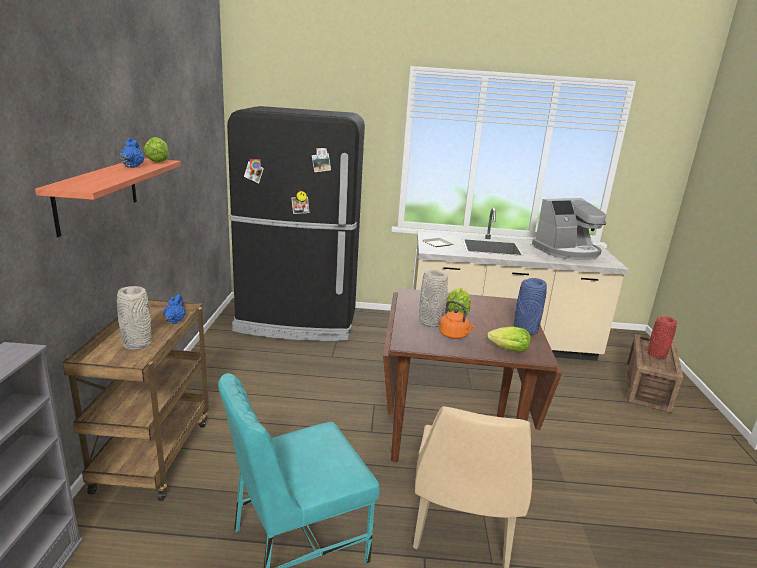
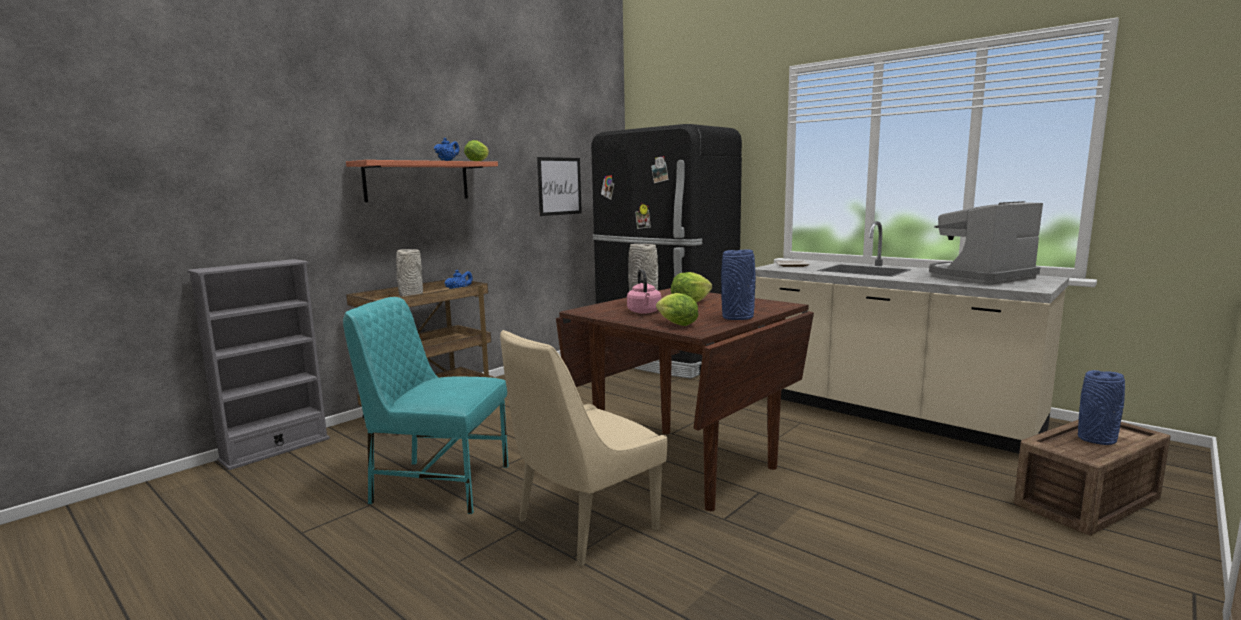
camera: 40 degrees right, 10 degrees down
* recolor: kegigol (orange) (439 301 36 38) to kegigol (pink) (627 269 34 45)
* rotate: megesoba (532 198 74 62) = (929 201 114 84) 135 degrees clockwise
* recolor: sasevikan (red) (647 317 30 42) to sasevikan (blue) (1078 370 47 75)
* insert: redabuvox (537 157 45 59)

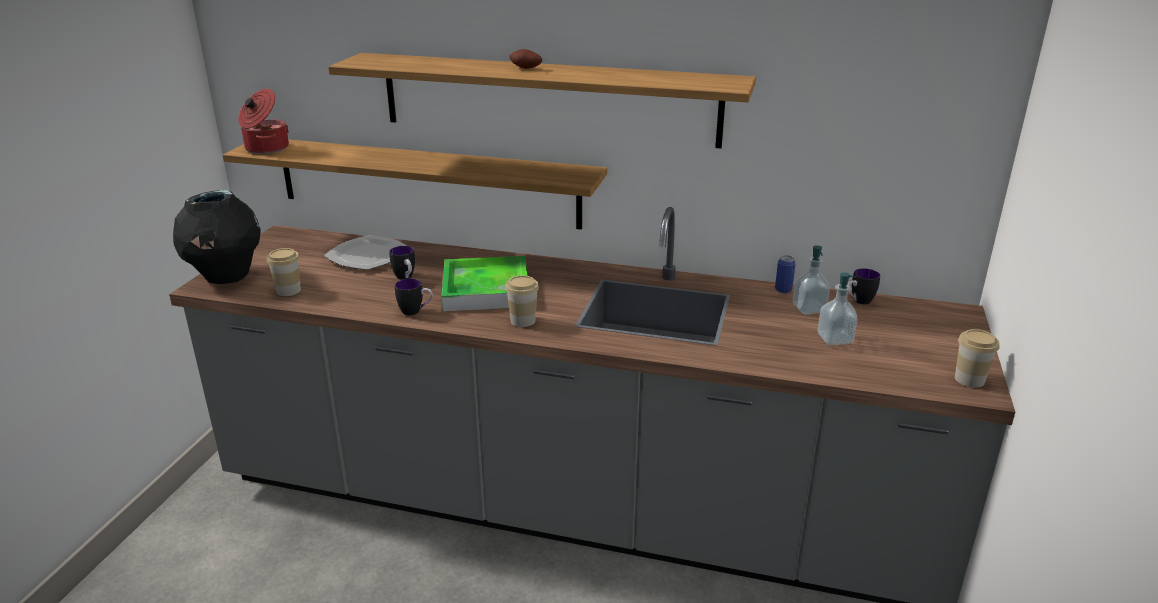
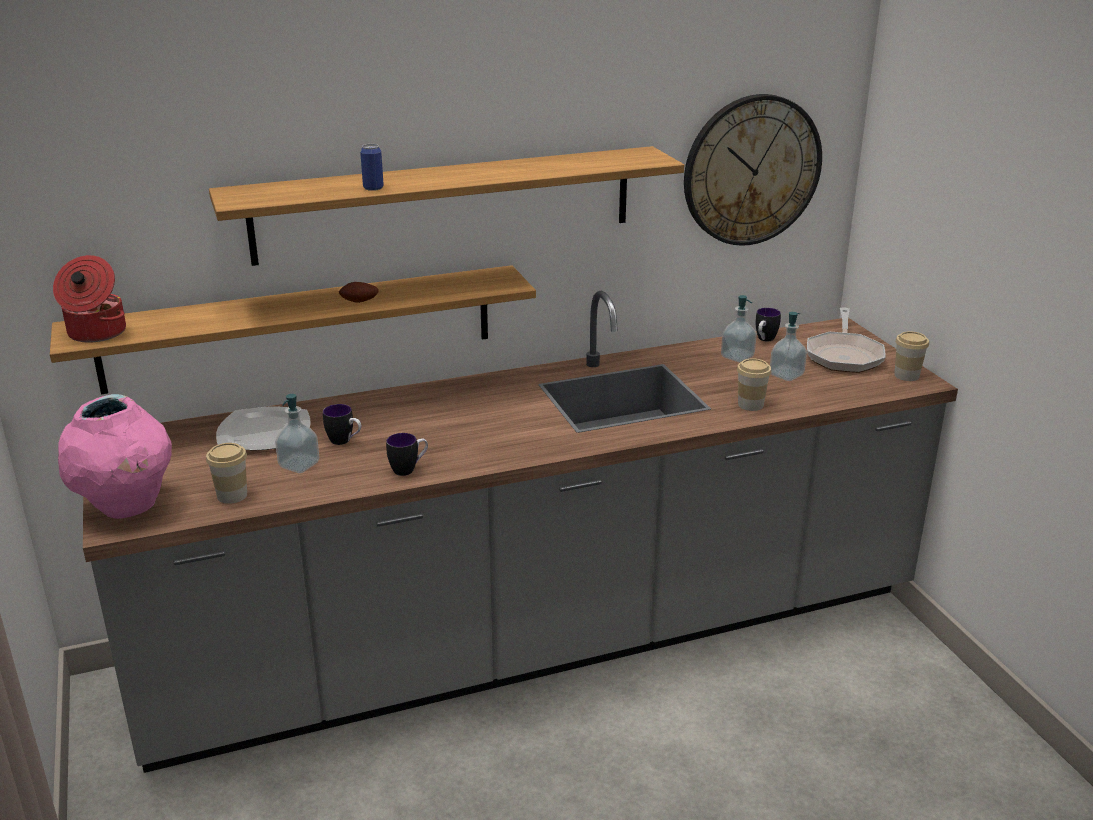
camera: 35 degrees left, 0 degrees up
* recolor: sasevikan (black) (173 190 88 94) to sasevikan (pink) (58 394 114 125)
* delete: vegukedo (442 256 85 55)
* move: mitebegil (505 275 34 52) to (737 359 35 52)
* move: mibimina (510 49 32 20) to (339 282 40 21)
* move: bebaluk (775 255 21 38) to (360 144 24 47)
* insert: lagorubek (275 394 44 79)
* insert: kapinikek (684 94 138 152)
* insert: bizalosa (807 307 79 66)

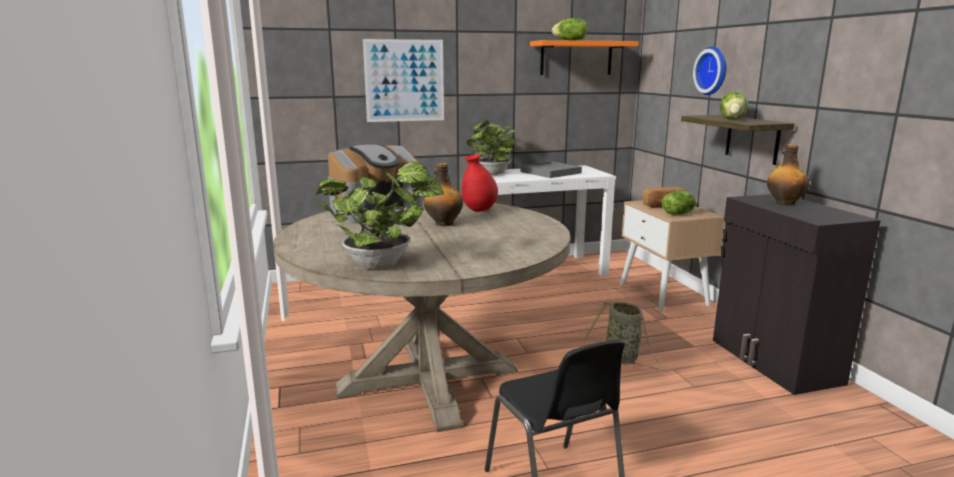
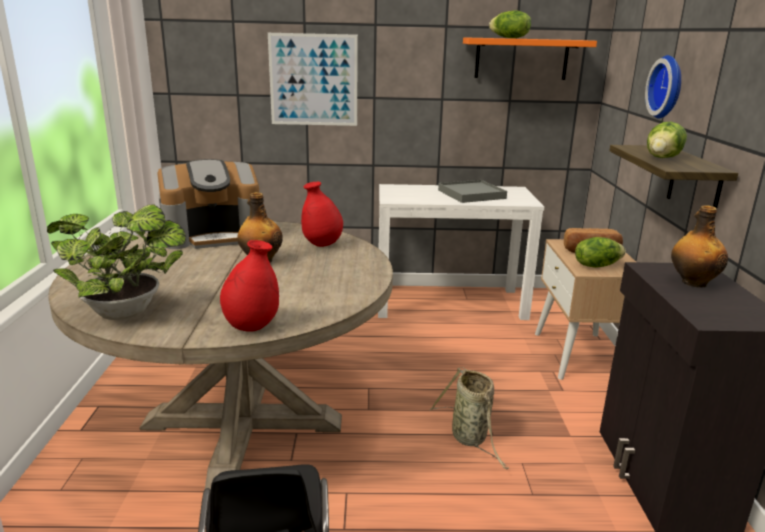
camera: 15 degrees right, 5 degrees up
* delete: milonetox (467 120 49 55)
* insert: sasevikan (red) (220 240 59 91)

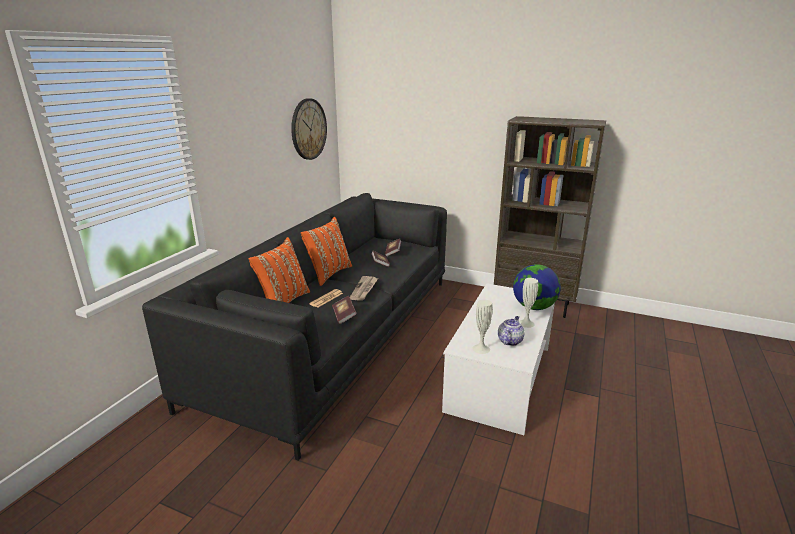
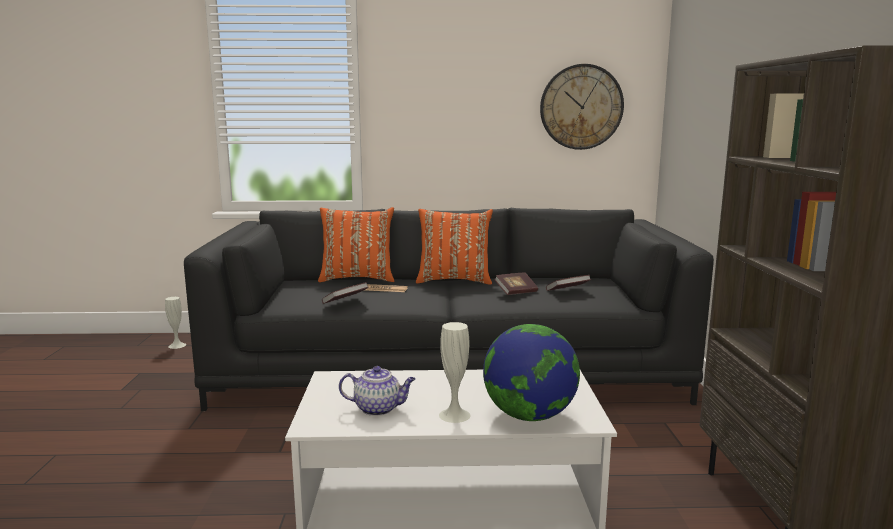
camera: 65 degrees right, 10 degrees down
* delete: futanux (350 276 28 25)
* move: sasevikan (white) (472 300 21 54) to (165 297 21 52)

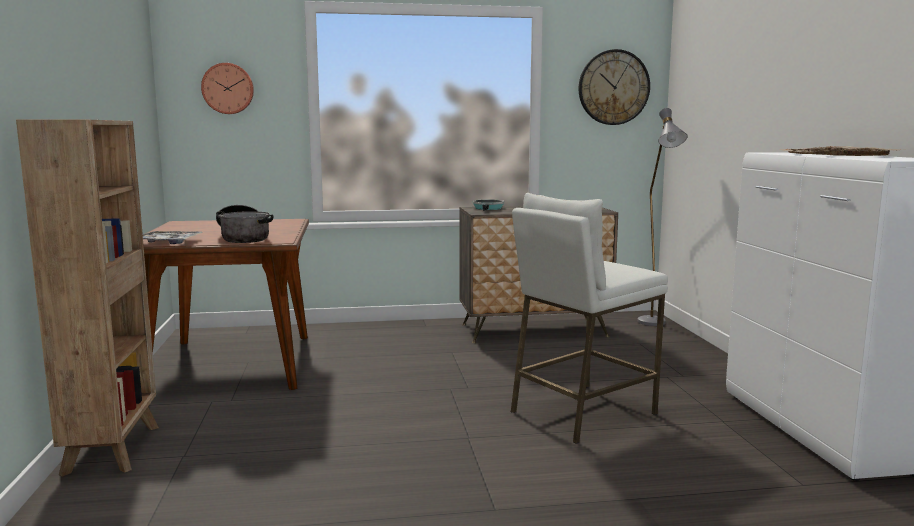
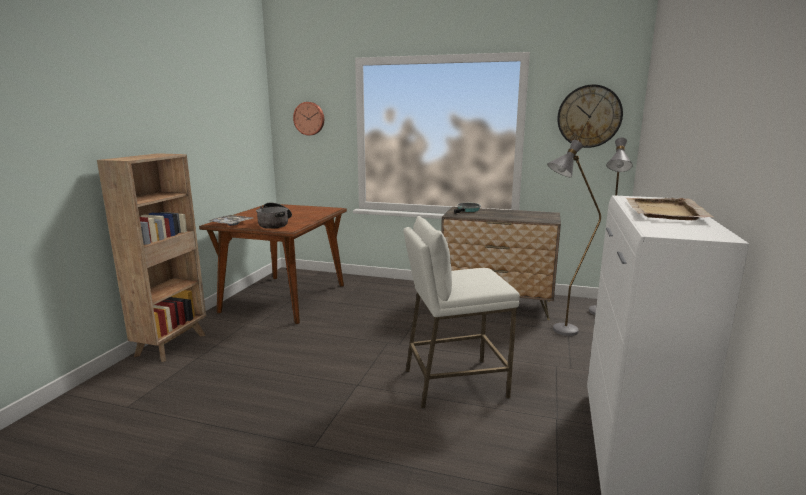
camera: 25 degrees right, 5 degrees up
* insert: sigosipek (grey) (547 140 54 196)

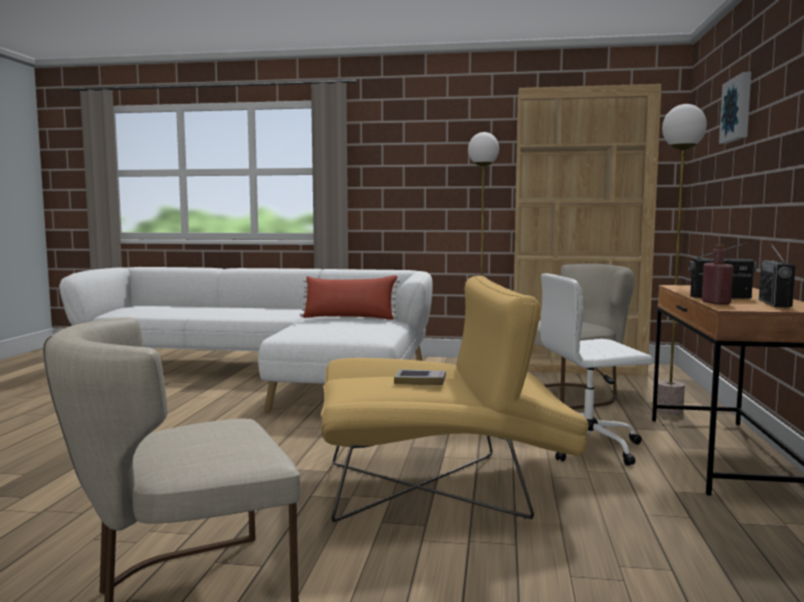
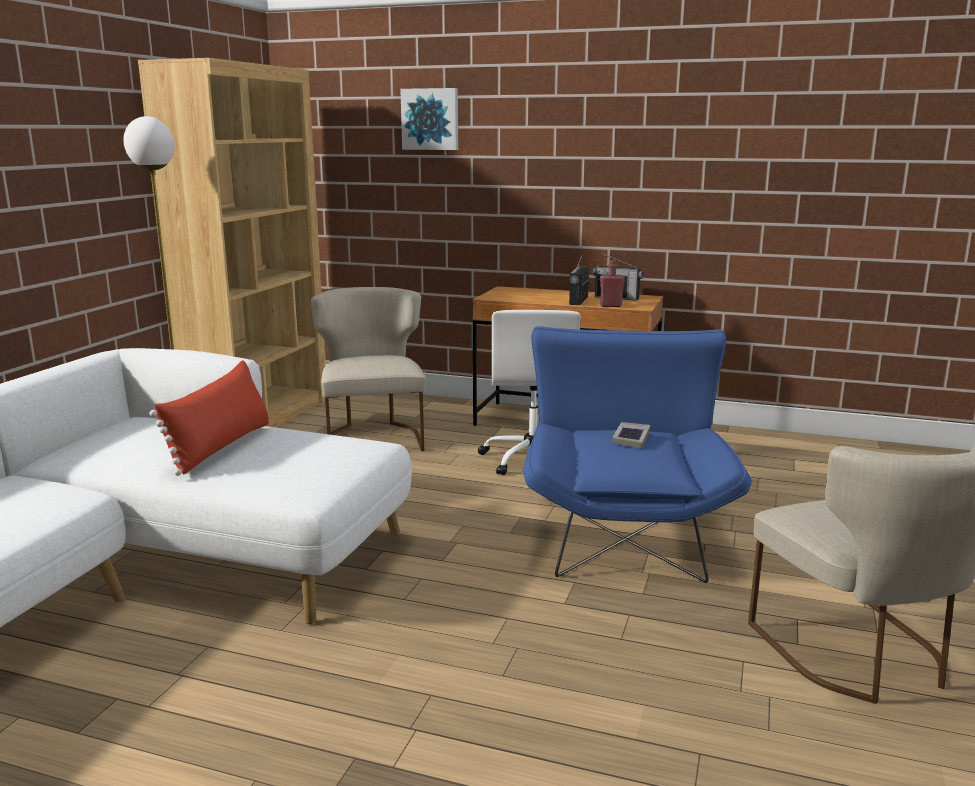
camera: 80 degrees left, 10 degrees up
* recolor: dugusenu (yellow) (321 276 268 246) to dugusenu (blue) (523 326 229 257)
* delete: sigosipek (657 104 50 310)

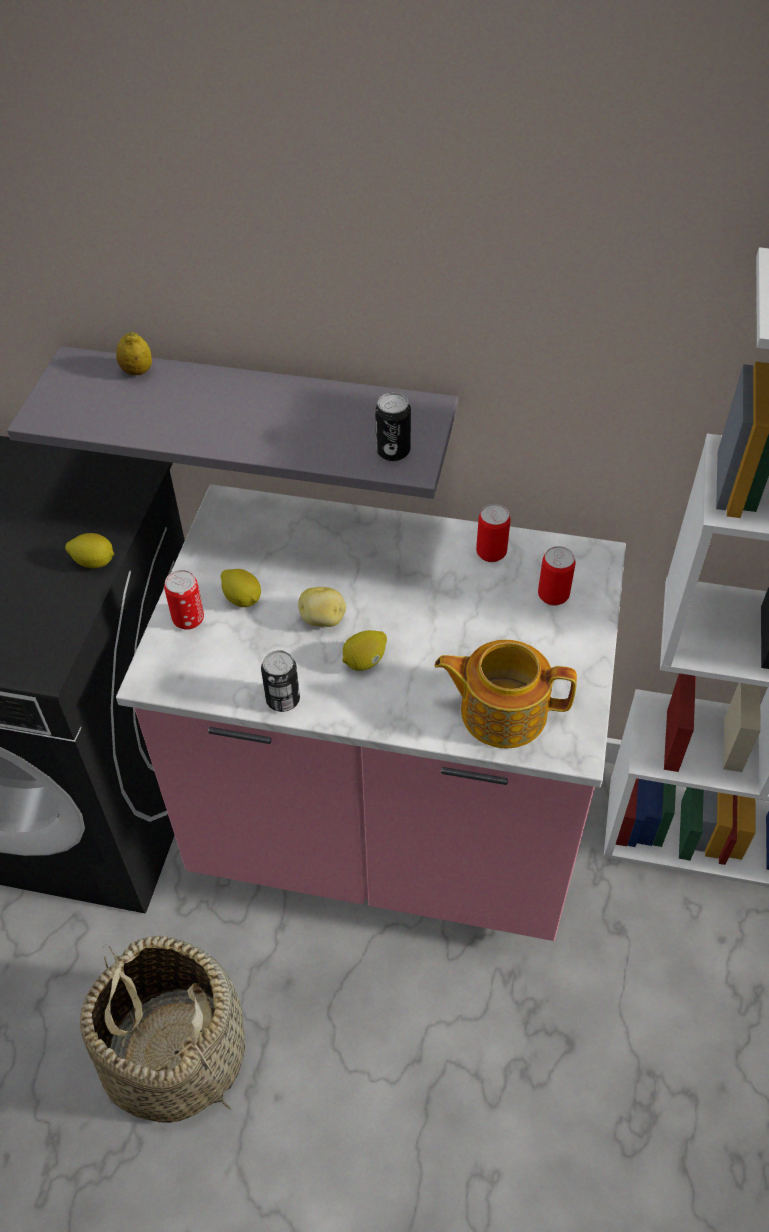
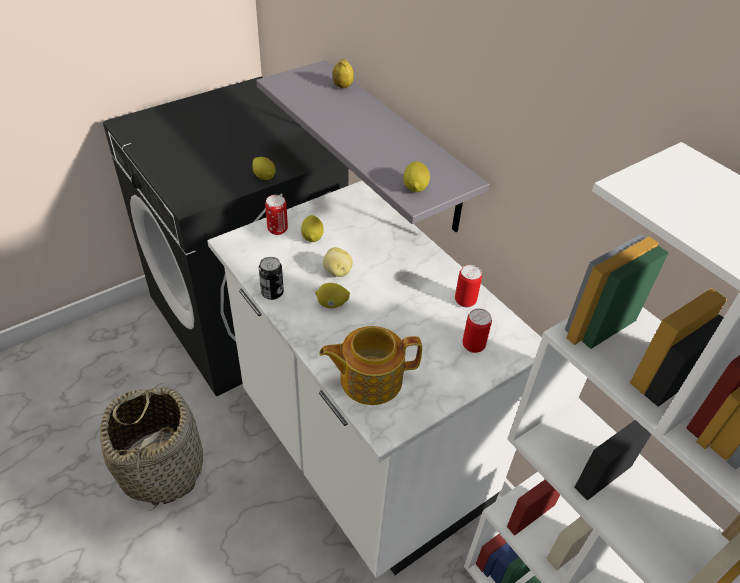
camera: 40 degrees right, 5 degrees down
* recolor: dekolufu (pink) (116 484 510 457) to dekolufu (white) (207 181 335 397)
* replace: bebaluk (375 393 36 68) to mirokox (403 161 27 31)
* rotate: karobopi (435 640 142 108) = (319 326 103 79) 60 degrees counterclockwise

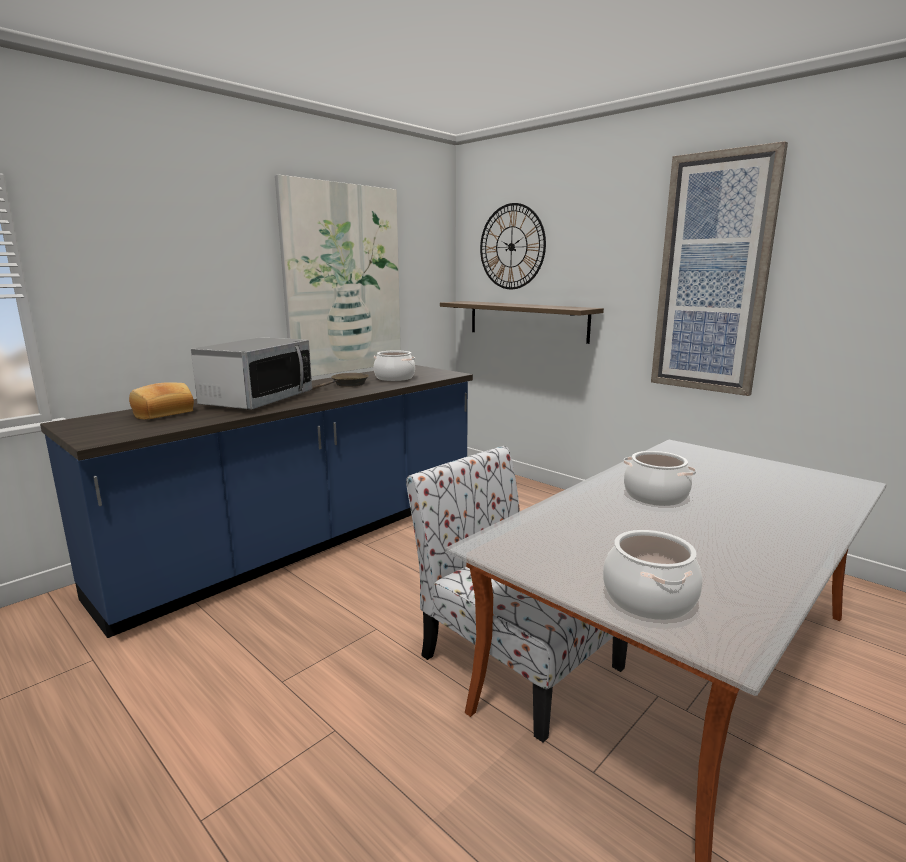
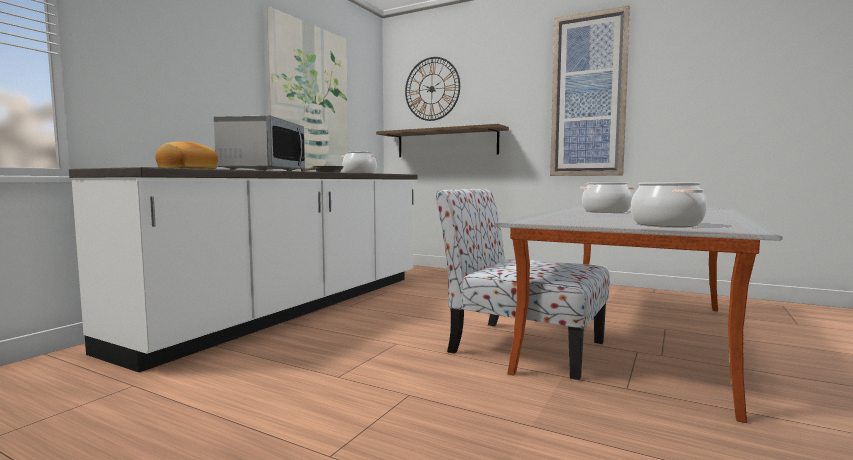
camera: 15 degrees left, 10 degrees down
* recolor: dekolufu (blue) (40 365 433 273) to dekolufu (white) (69 167 349 205)

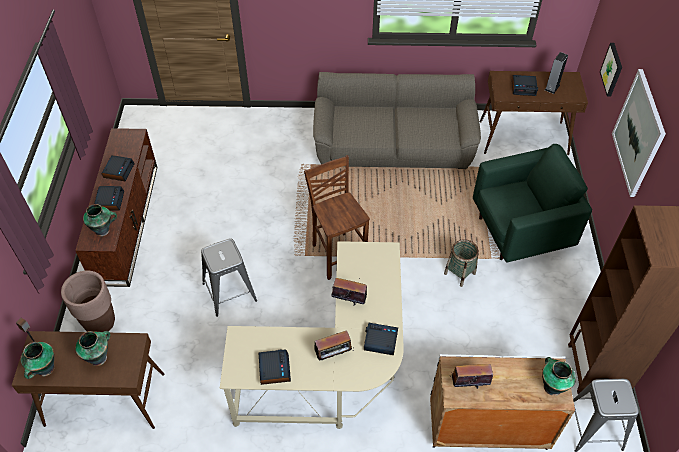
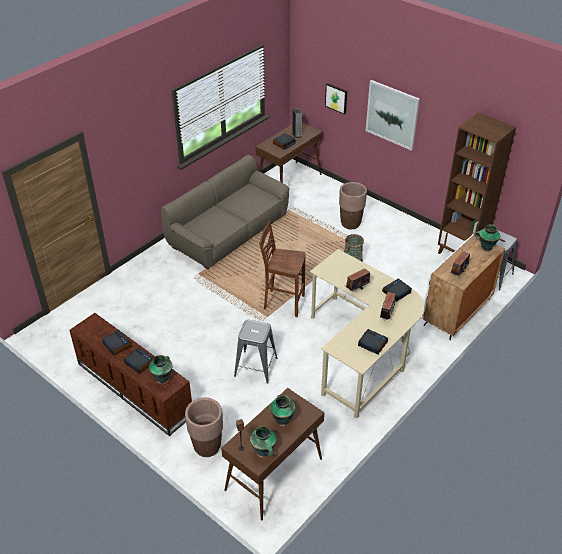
camera: 50 degrees left, 10 degrees down
* replace: dugusenu (green) (473 144 119 118) to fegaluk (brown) (339 182 28 47)

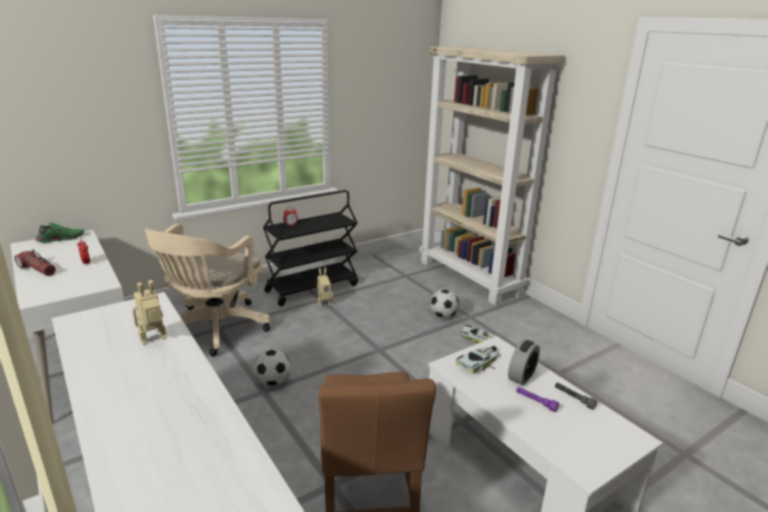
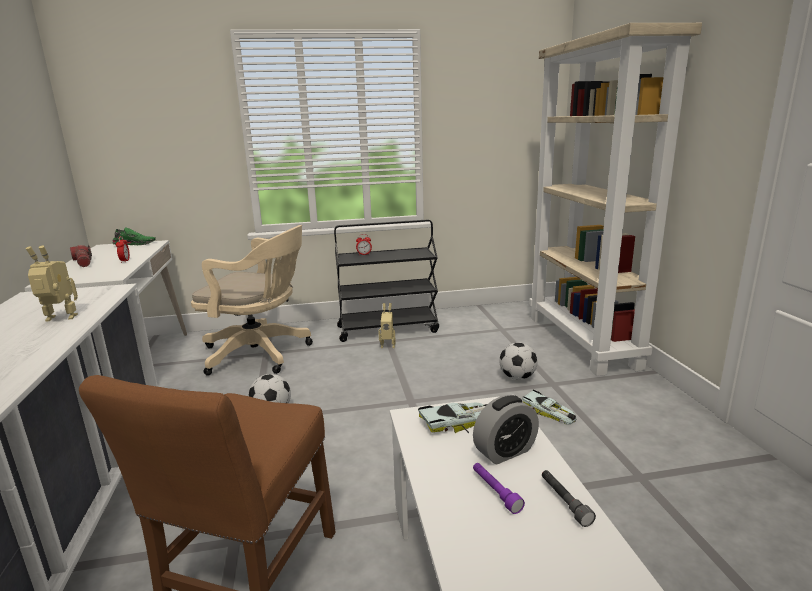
camera: 25 degrees right, 5 degrees down
* rotate: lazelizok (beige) (145 224 125 133) = (191 225 122 151) 120 degrees counterclockwise

